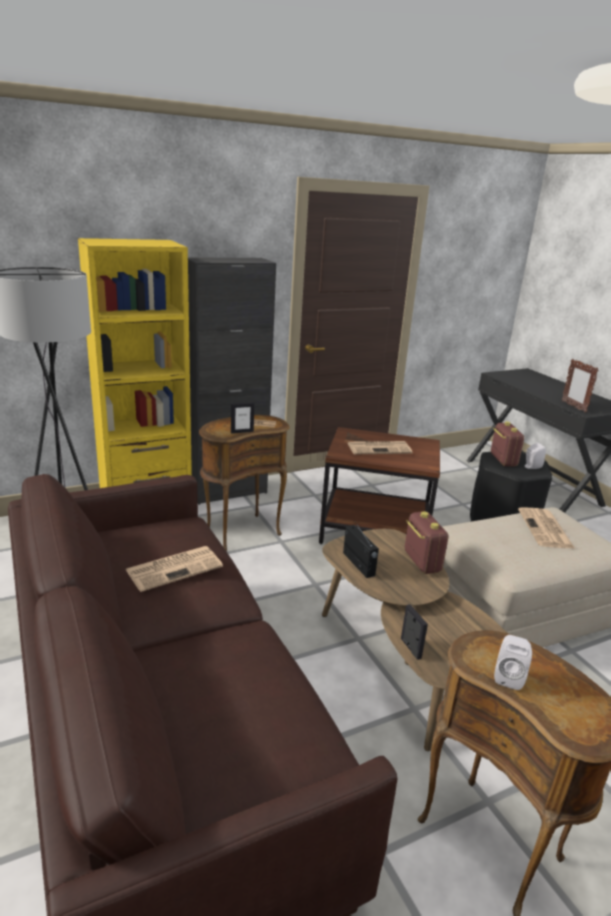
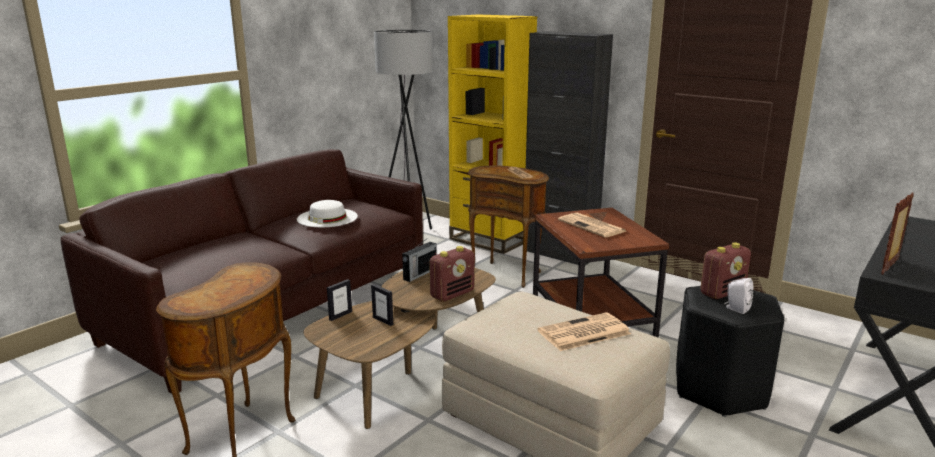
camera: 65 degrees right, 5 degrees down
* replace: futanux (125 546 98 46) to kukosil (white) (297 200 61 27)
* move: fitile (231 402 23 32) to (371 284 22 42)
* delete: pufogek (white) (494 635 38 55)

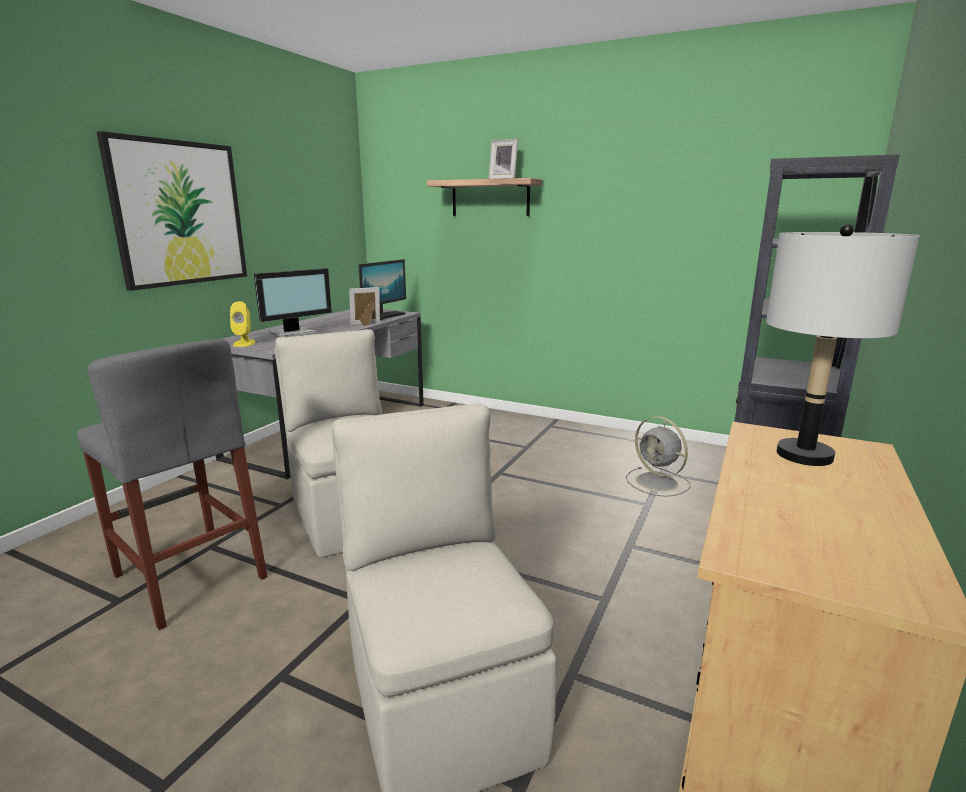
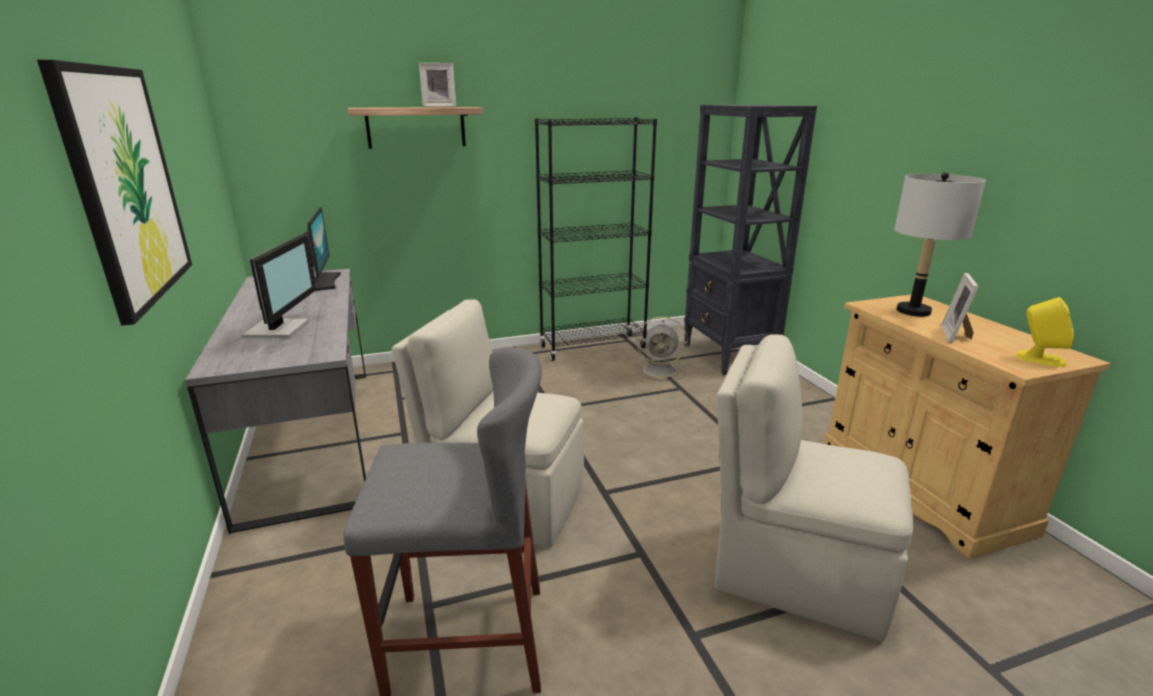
camera: 45 degrees left, 5 degrees up
* move: pufogek (yellow) (230 301 25 46) to (1015 297 59 70)
* move: fitile (349 287 31 39) to (941 273 38 70)
* insert: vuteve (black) (535 117 122 244)

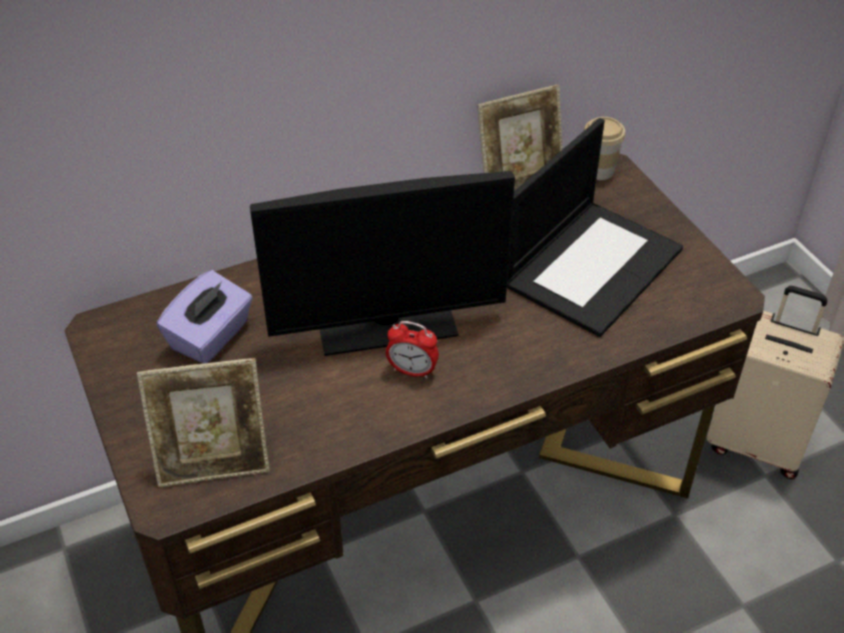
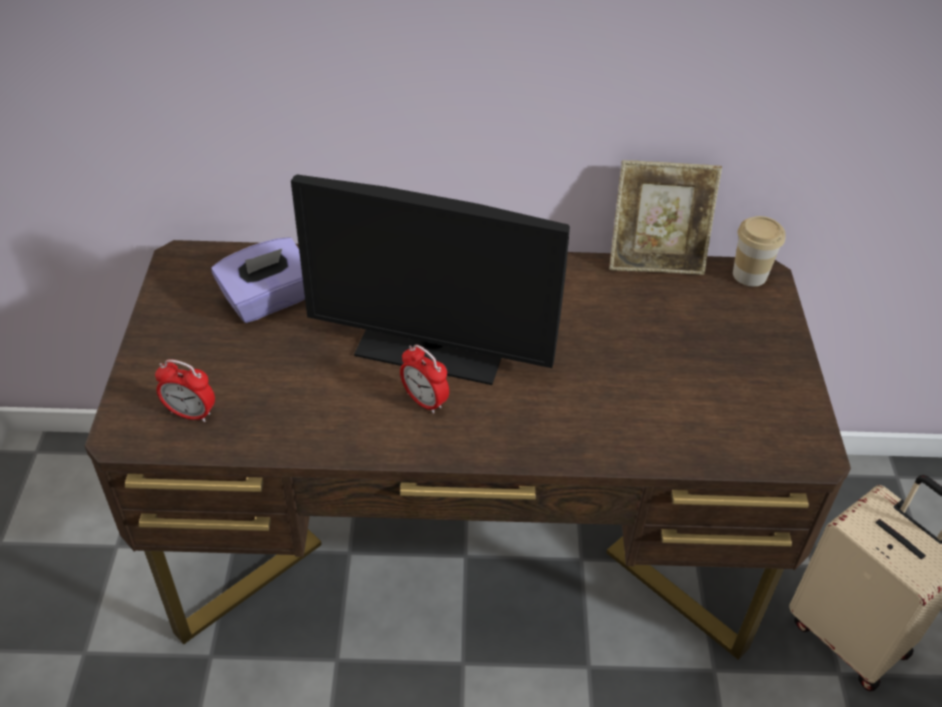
camera: 25 degrees right, 0 degrees up
* replace: fitile (137 358 133 129) to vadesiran (155 359 60 63)
* delete: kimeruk (507 118 176 219)

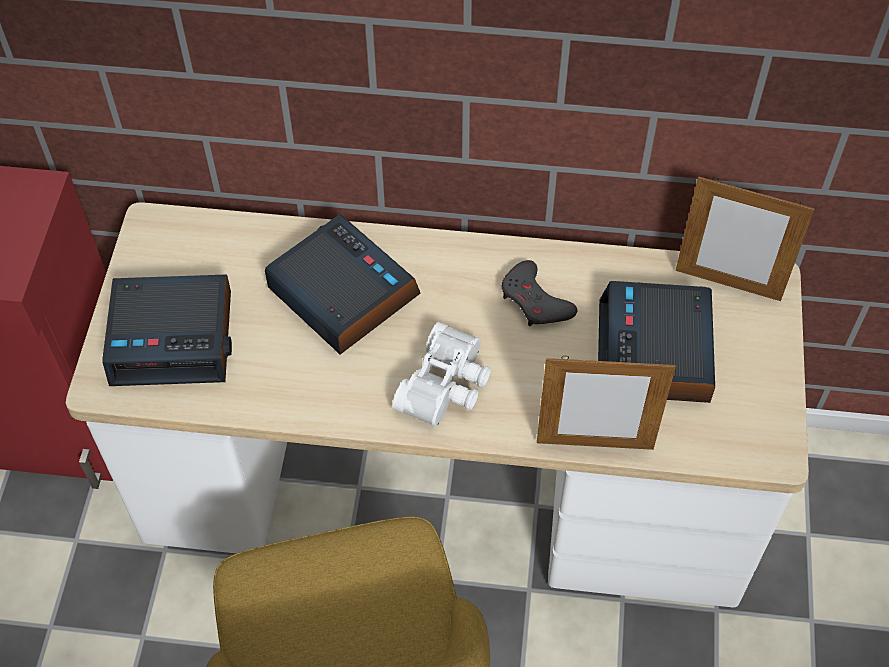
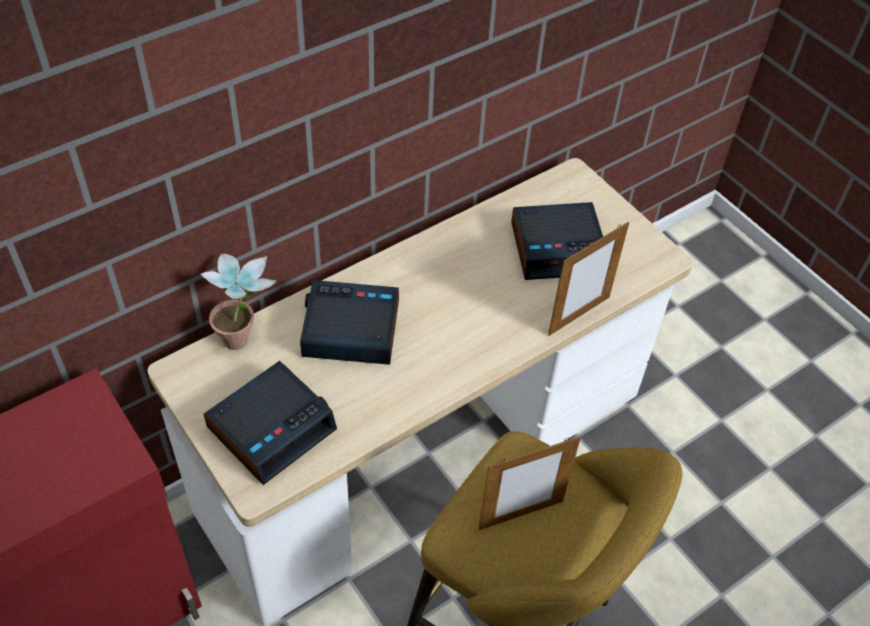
camera: 45 degrees left, 5 degrees down
* delete: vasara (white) (392 322 99 105)
* delete: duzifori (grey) (501 260 76 66)
* rotate: vadesiran (598 281 117 122) = (511 202 92 78) 60 degrees counterclockwise
* move: fitile (676 176 139 125) to (479 437 102 93)
* insert: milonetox (200 254 77 96)

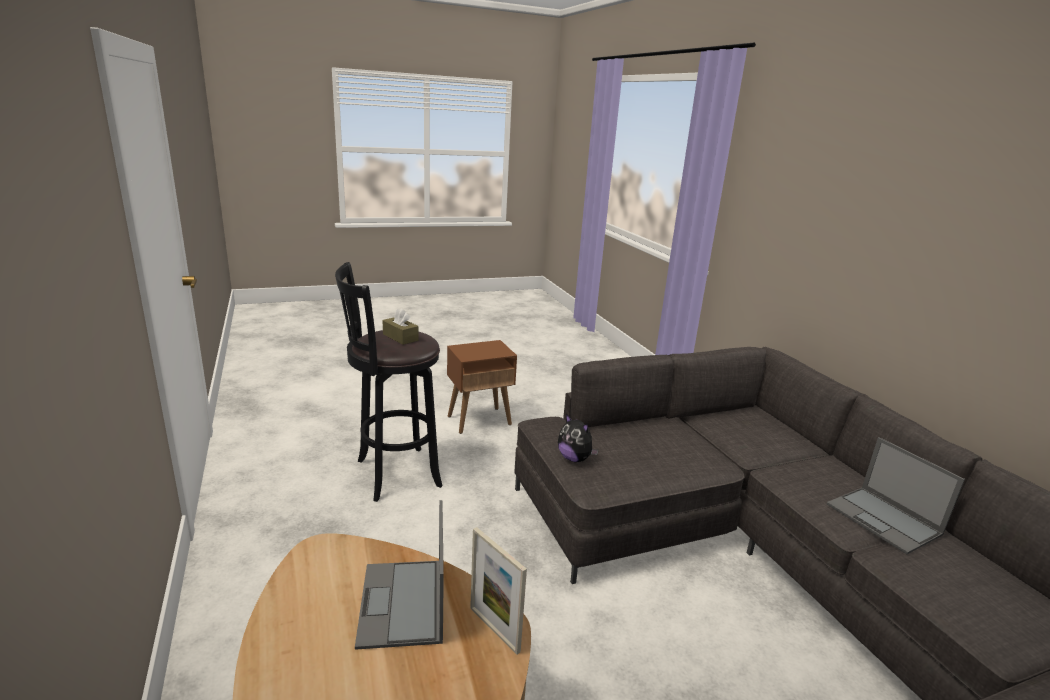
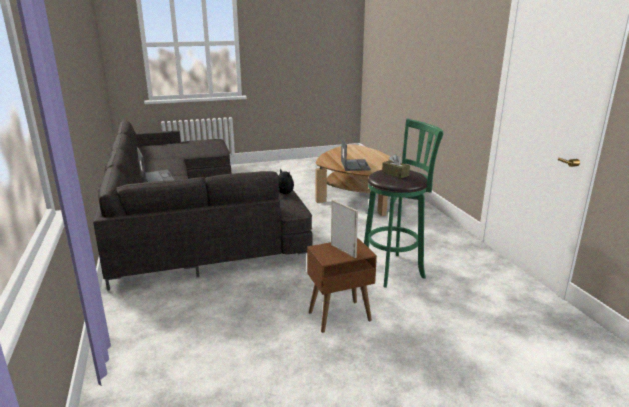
camera: 175 degrees left, 0 degrees up
* recolor: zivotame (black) (335 262 108 240) to zivotame (green) (364 119 80 169)
* move: fitile (470 527 57 127) to (331 200 27 58)

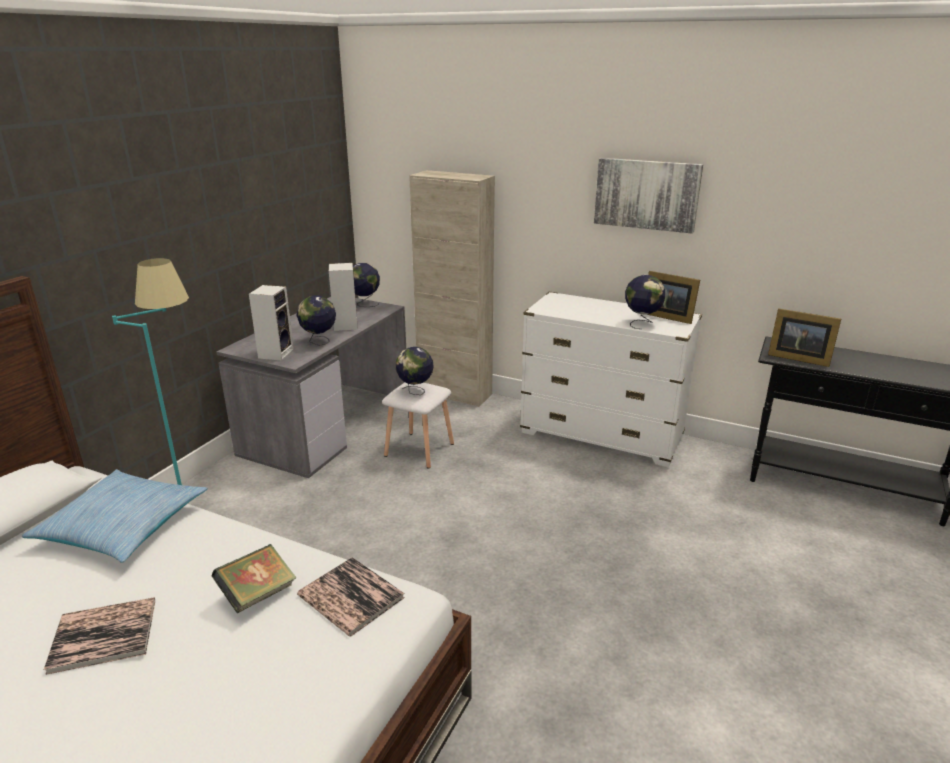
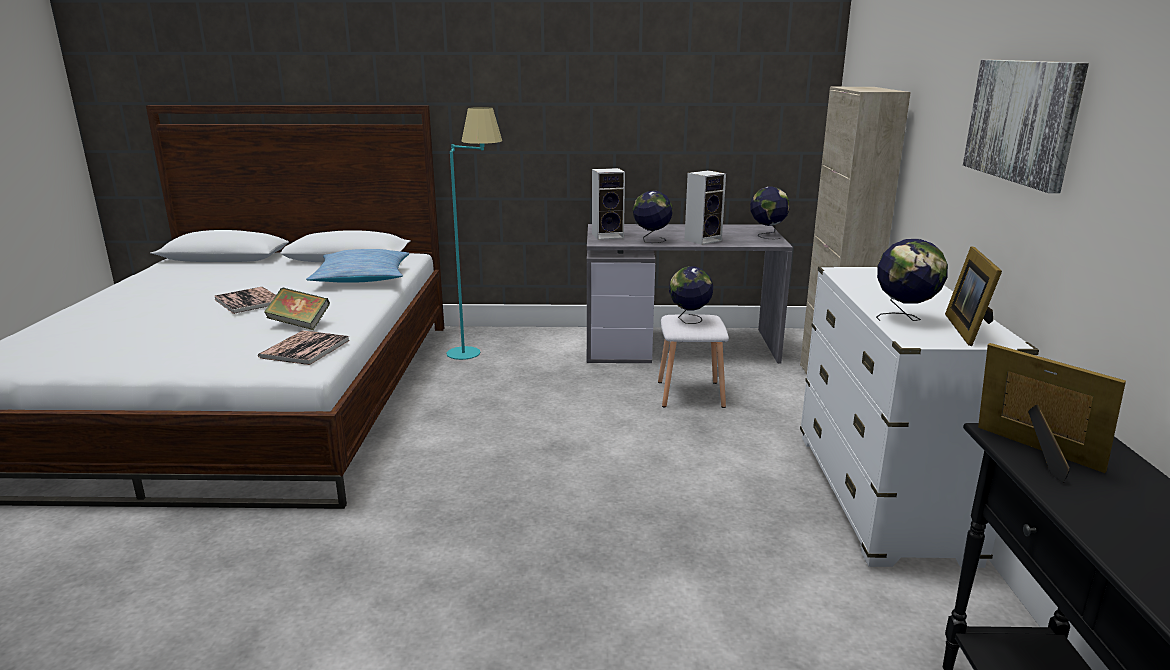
camera: 65 degrees right, 5 degrees down
* rotate: fitile (768 308 73 59) = (978 343 148 140) 135 degrees clockwise

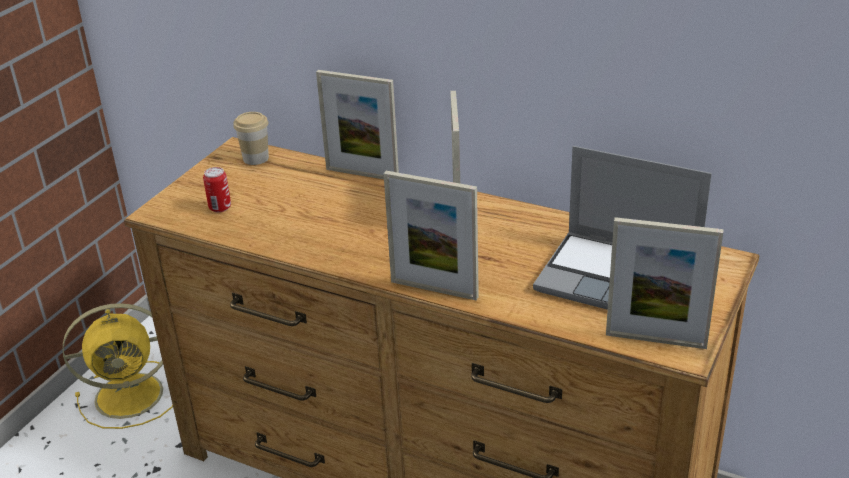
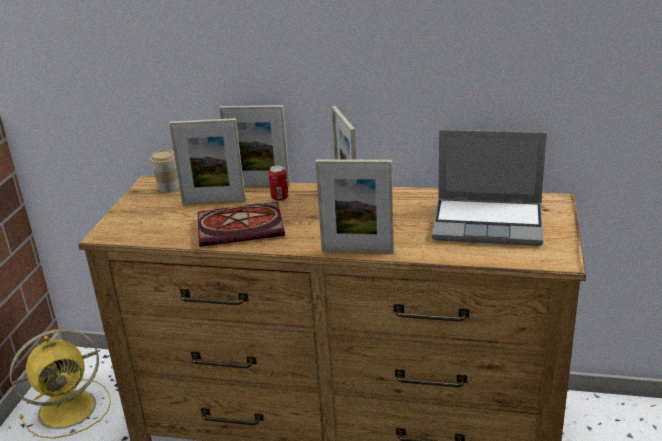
camera: 15 degrees left, 5 degrees down
* move: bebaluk (203 167 28 46) to (269 165 20 36)
* move: fitile (606 217 118 132) to (169 118 77 87)
* insert: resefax (198 202 87 45)

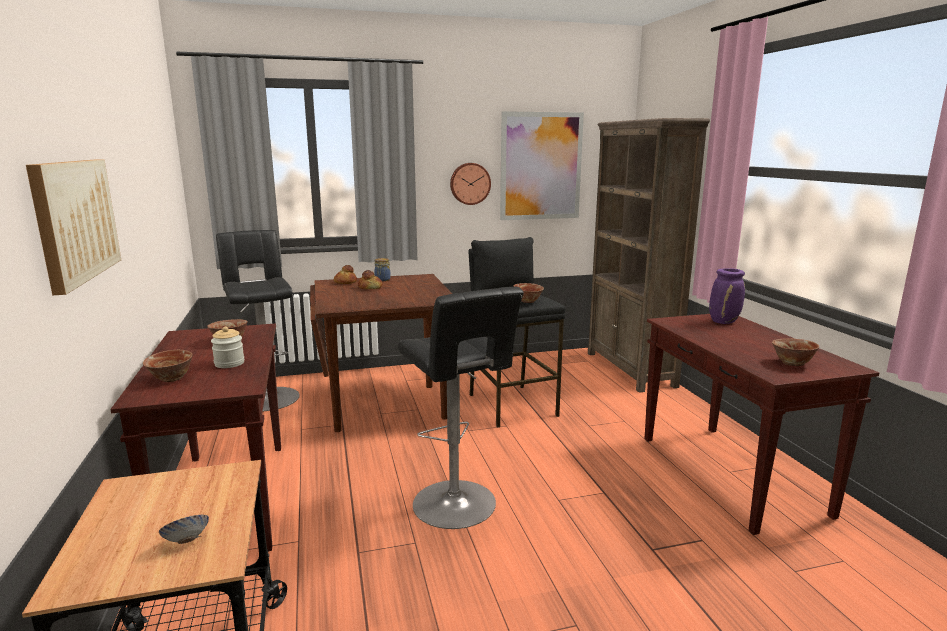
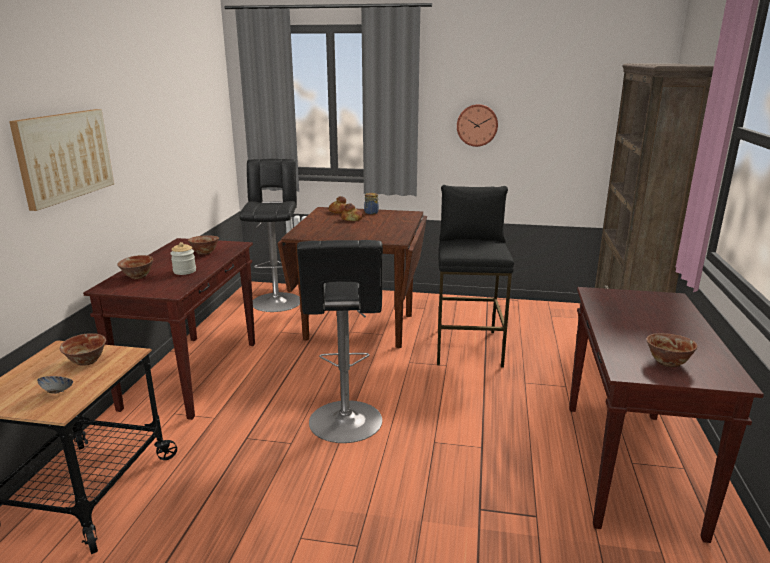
camera: 25 degrees right, 5 degrees up
* delete: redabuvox (500 111 84 109)
* move: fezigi (514 283 30 20) to (60 333 46 33)
* delete: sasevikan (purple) (709 268 36 56)

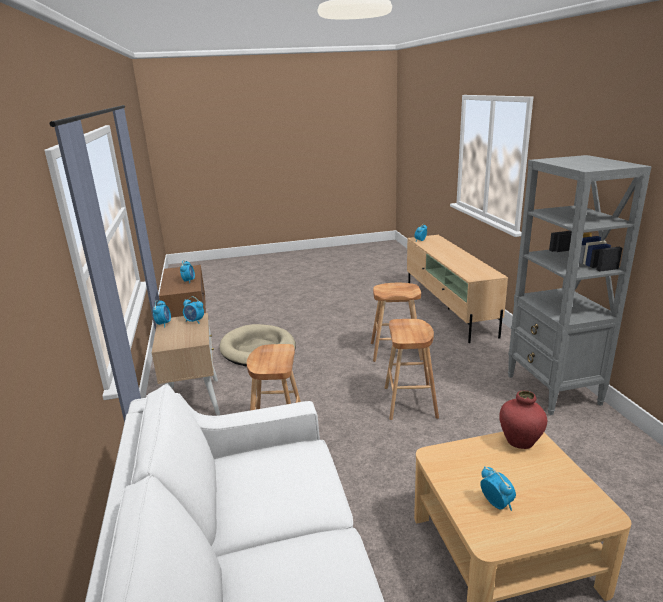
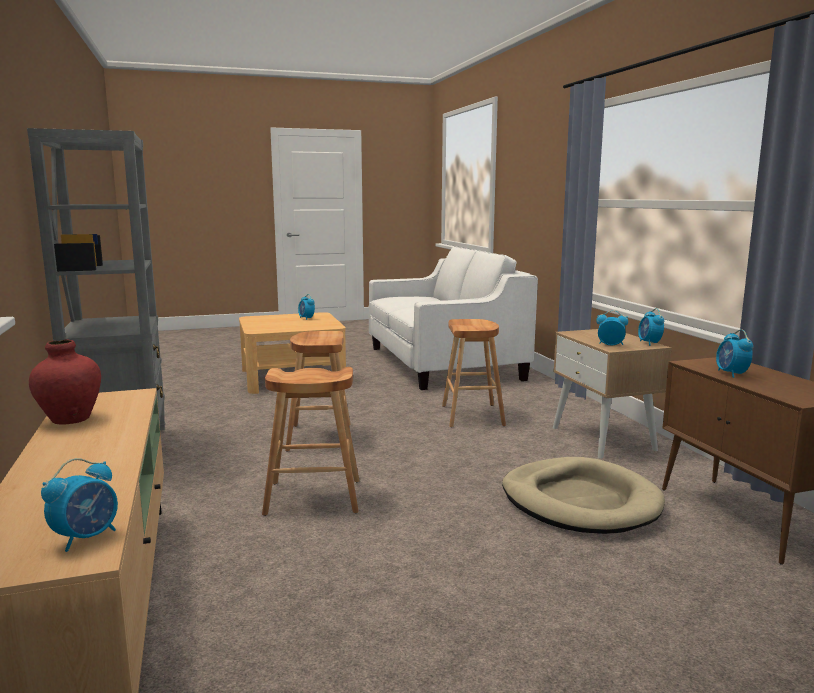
camera: 175 degrees right, 10 degrees down
* move: sasevikan (red) (499 391 48 58) to (29 339 72 86)

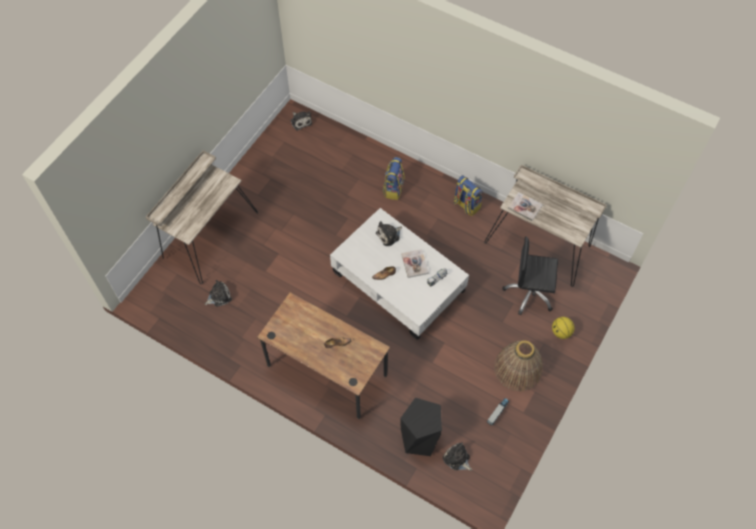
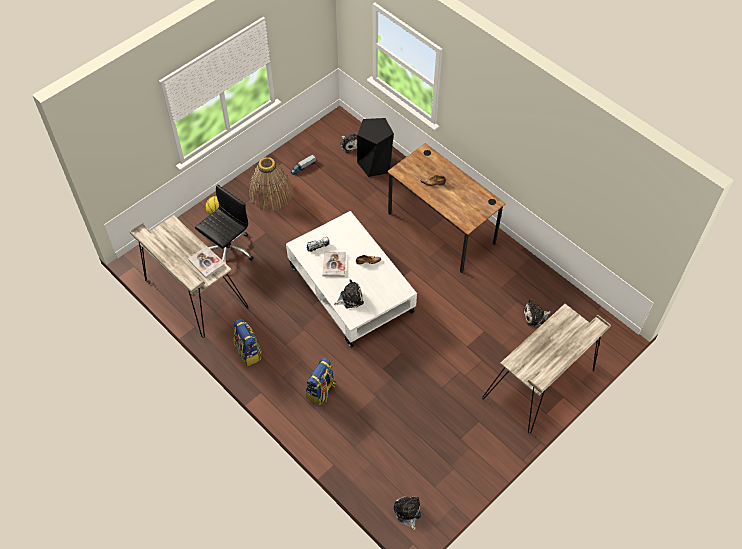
camera: 165 degrees left, 5 degrees down
* rotate: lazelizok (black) (503 236 55 79) = (195 184 59 79) 75 degrees counterclockwise

